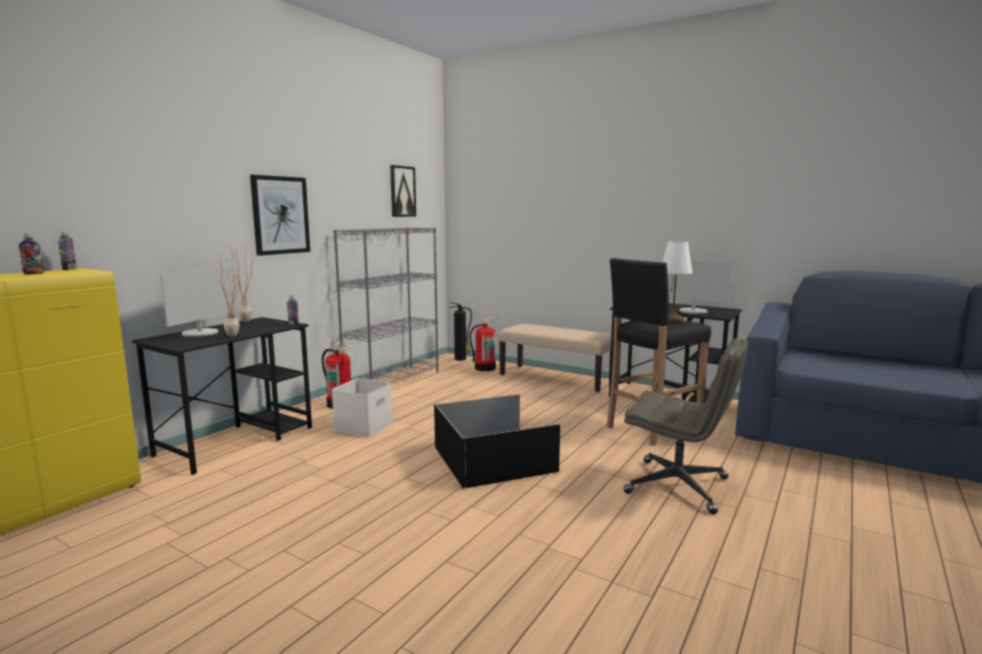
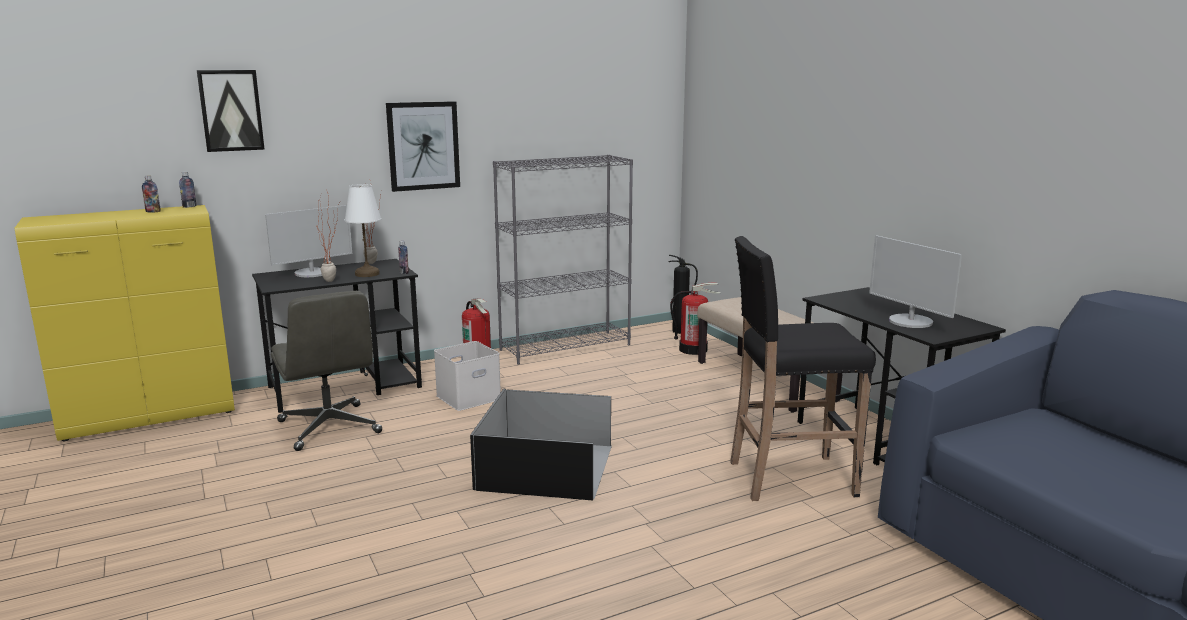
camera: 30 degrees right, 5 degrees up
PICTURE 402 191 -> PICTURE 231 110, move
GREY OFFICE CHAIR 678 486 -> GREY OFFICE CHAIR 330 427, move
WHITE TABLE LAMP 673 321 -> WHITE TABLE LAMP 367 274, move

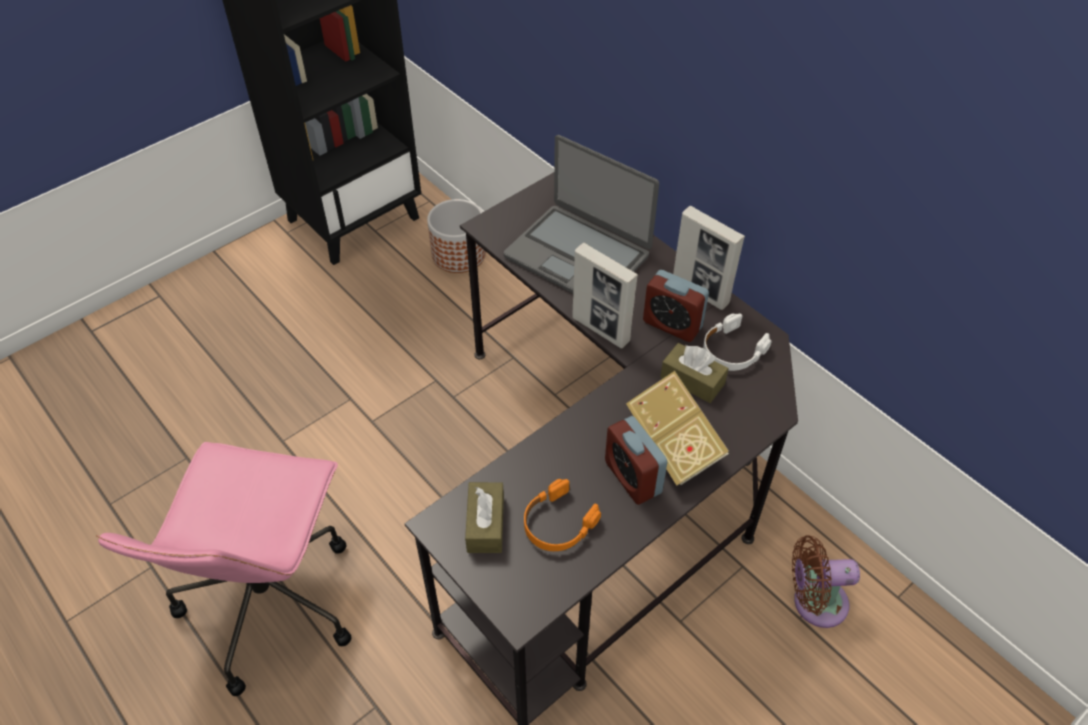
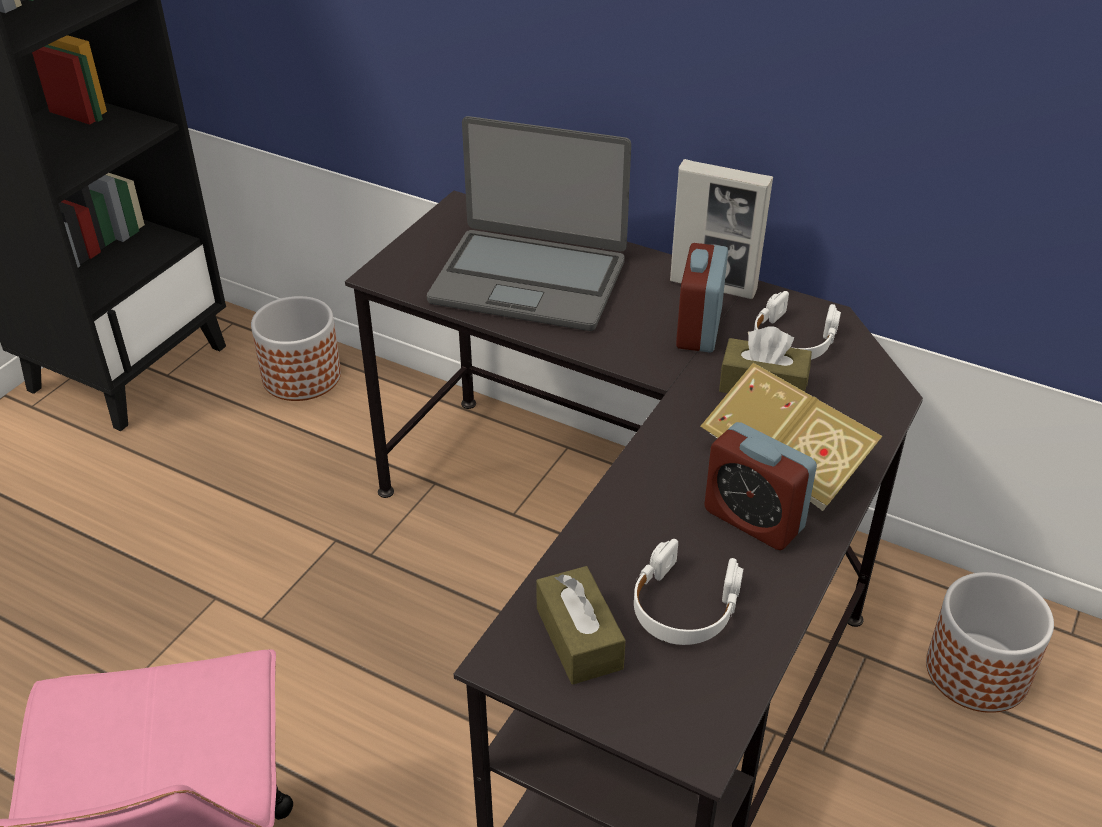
camera: 20 degrees left, 10 degrees down
PICTURE FRAME 601 329 -> none
BROWN FAN 814 602 -> PLANTER 977 672
ORANGE HEADPHONES 558 523 -> WHITE HEADPHONES 683 606
ALARM CLOCK 672 324 -> ALARM CLOCK 699 329, 90 degrees clockwise

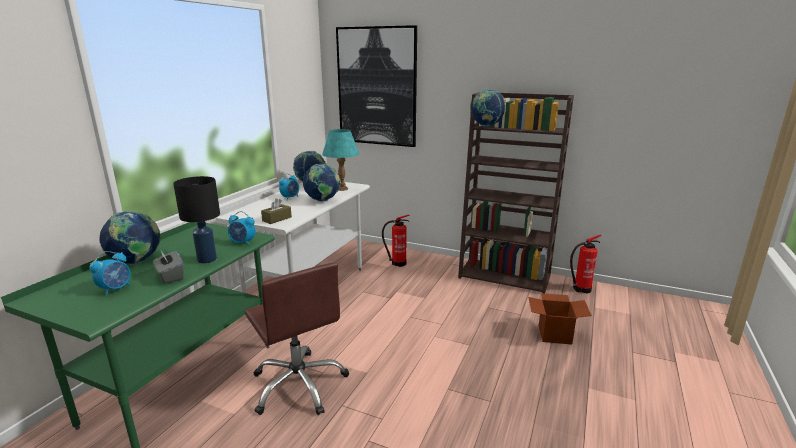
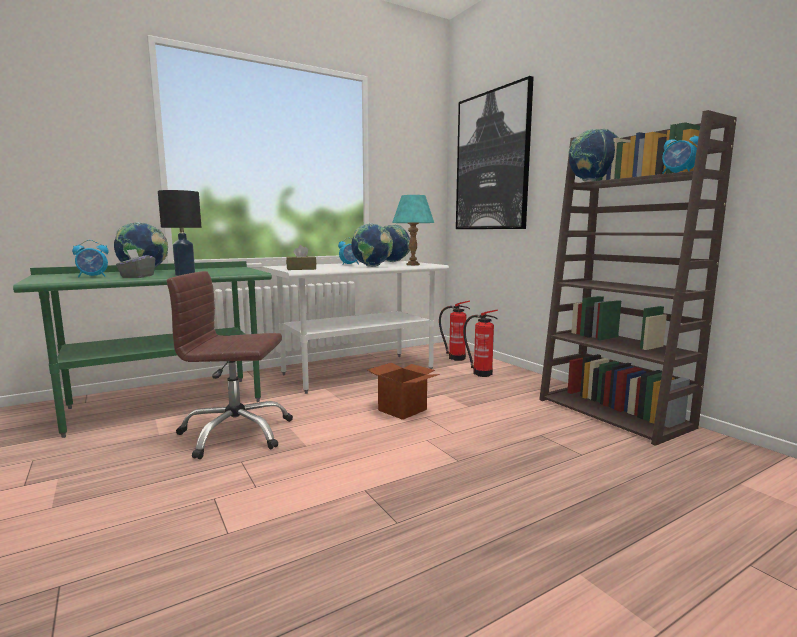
camera: 35 degrees right, 10 degrees down
ALARM CLOCK 243 243 -> ALARM CLOCK 678 173, move
CARDBOARD BOX 555 334 -> CARDBOARD BOX 402 410, move
FIRE EXTINGUISHER 580 289 -> FIRE EXTINGUISHER 455 358, move
BROWN OFFICE CHAIR 299 384 -> BROWN OFFICE CHAIR 236 433, 90 degrees clockwise

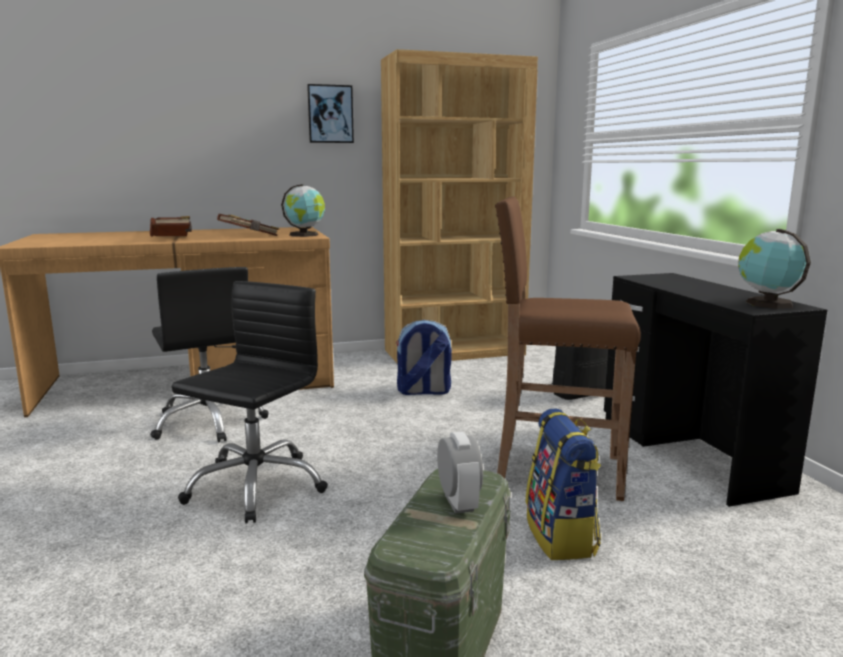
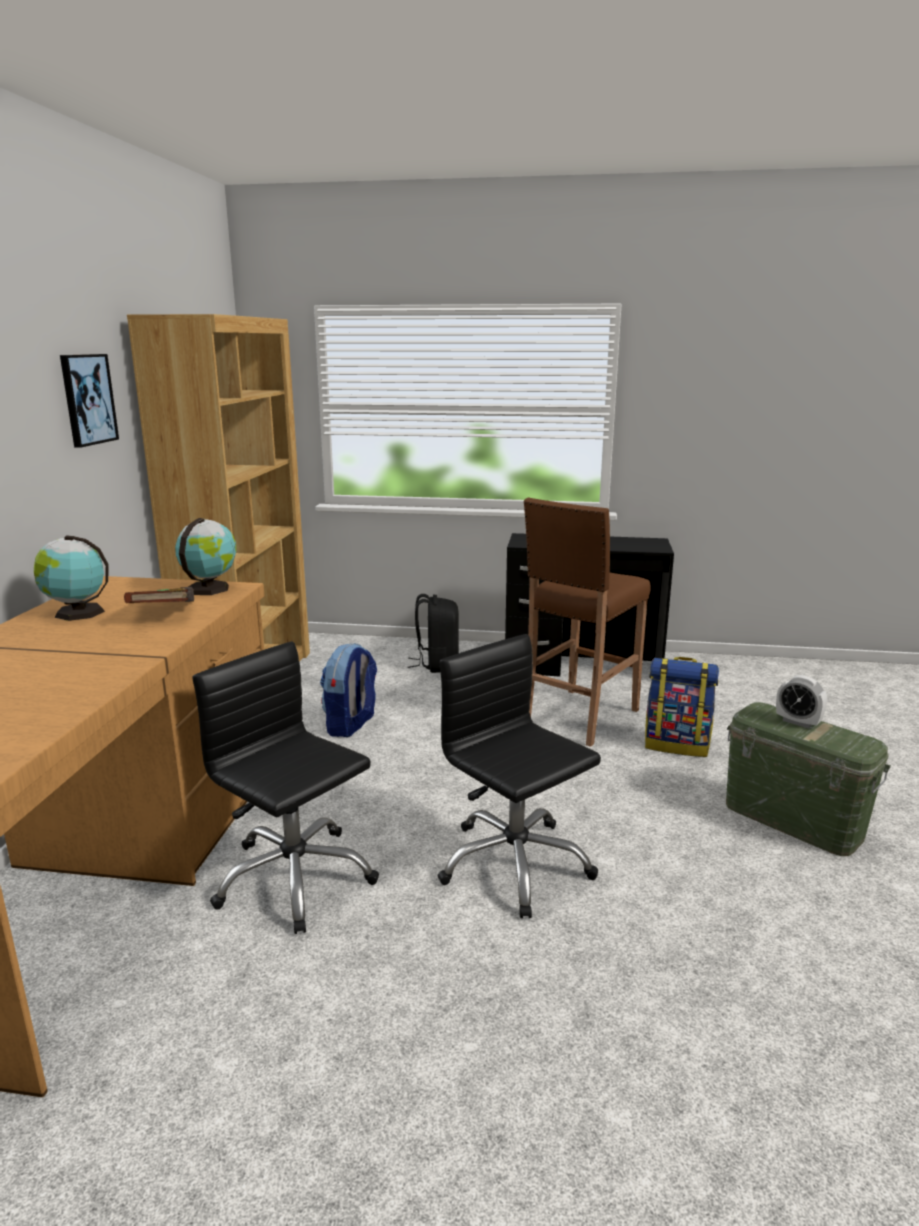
camera: 65 degrees left, 5 degrees up
BROWN BOOK 172 239 -> none
GLOBE 767 303 -> GLOBE 76 613, move
BLACK OFFICE CHAIR 209 421 -> BLACK OFFICE CHAIR 294 878, 135 degrees counterclockwise
ALARM CLOCK 458 502 -> ALARM CLOCK 797 722, 150 degrees counterclockwise

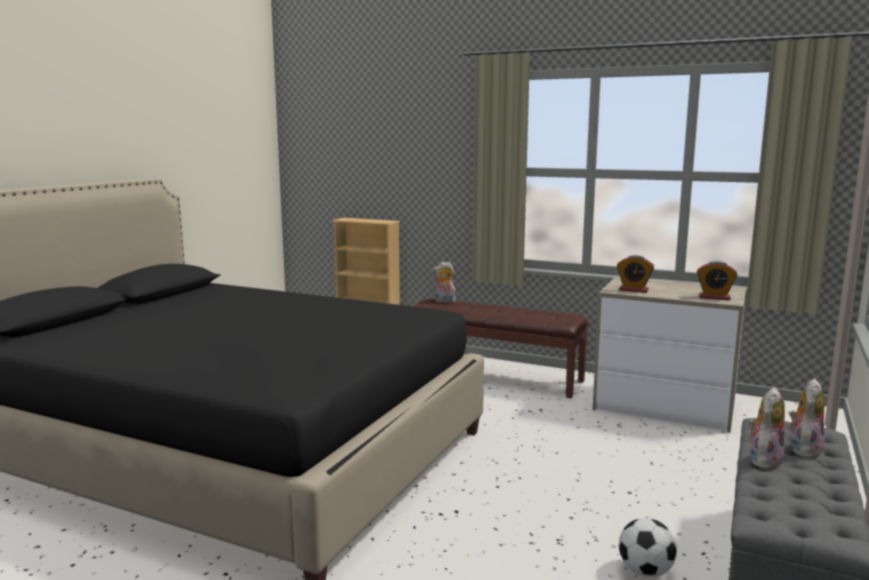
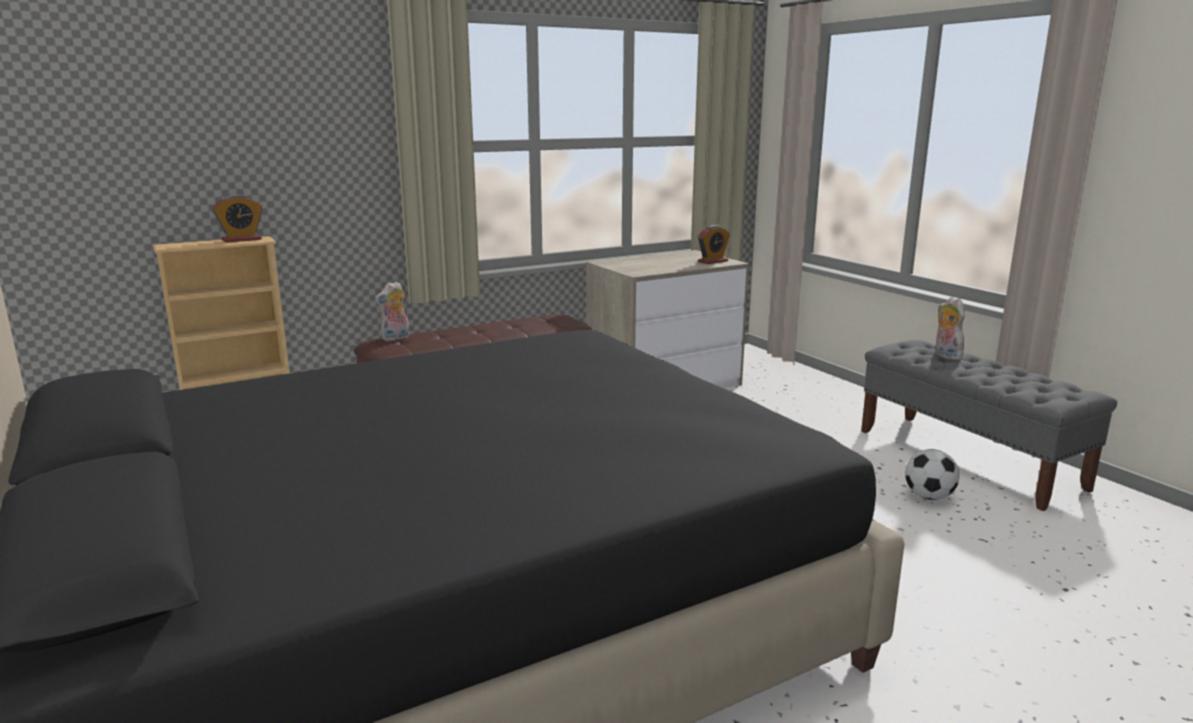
camera: 55 degrees left, 5 degrees up
PLUSH TOY 764 460 -> none
ALARM CLOCK 633 290 -> ALARM CLOCK 241 239, move

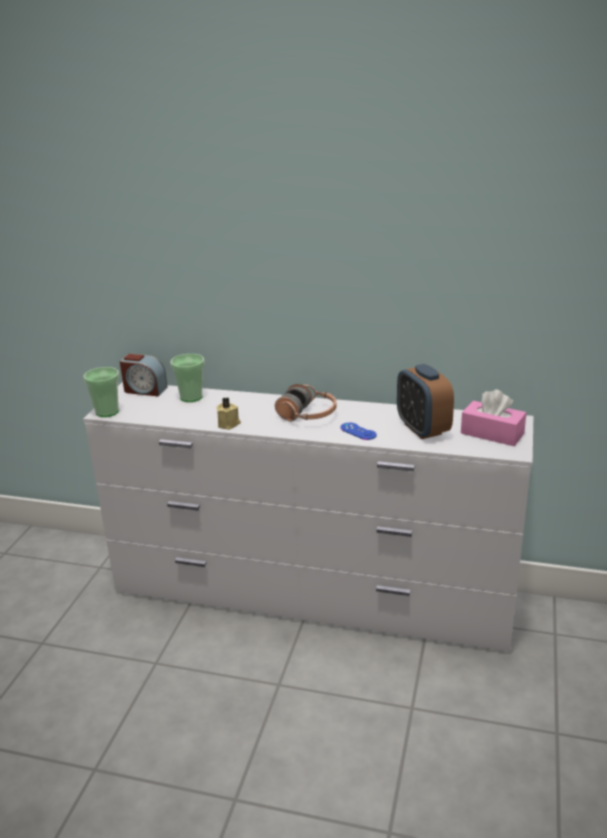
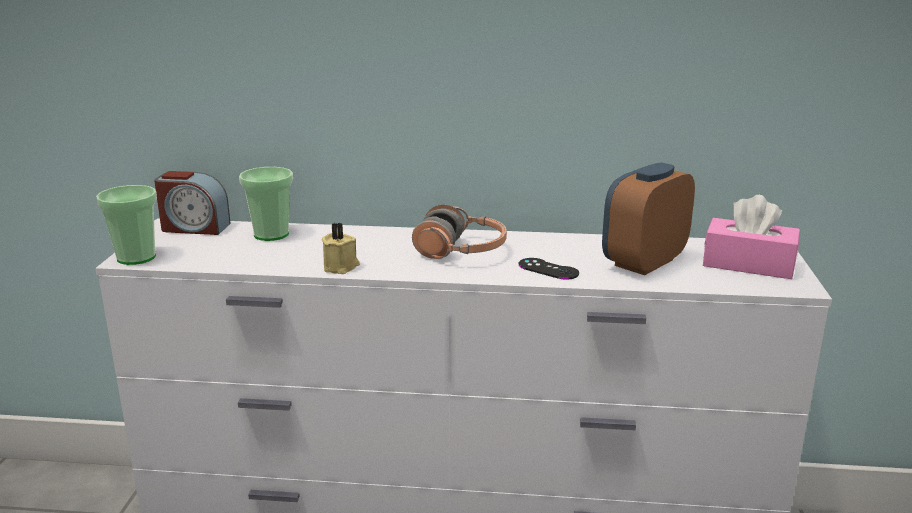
camera: 10 degrees left, 5 degrees down
BLUE GAME CONTROLLER 358 431 -> BLACK GAME CONTROLLER 548 269
ALARM CLOCK 422 429 -> ALARM CLOCK 644 262, 75 degrees clockwise

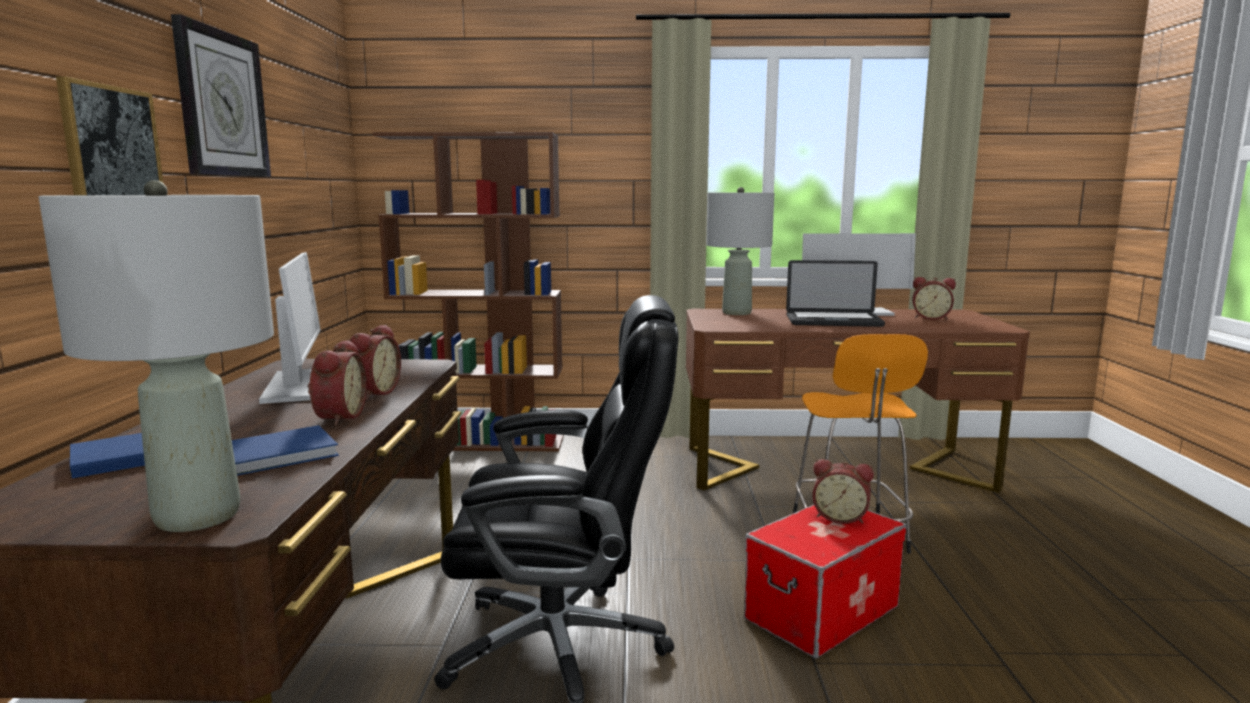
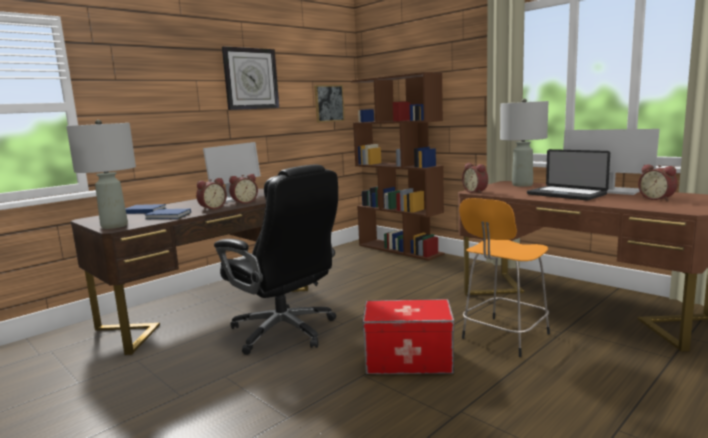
camera: 45 degrees right, 0 degrees up
PICTURE 112 150 -> PICTURE 329 103, move
ALARM CLOCK 840 517 -> ALARM CLOCK 476 191, move

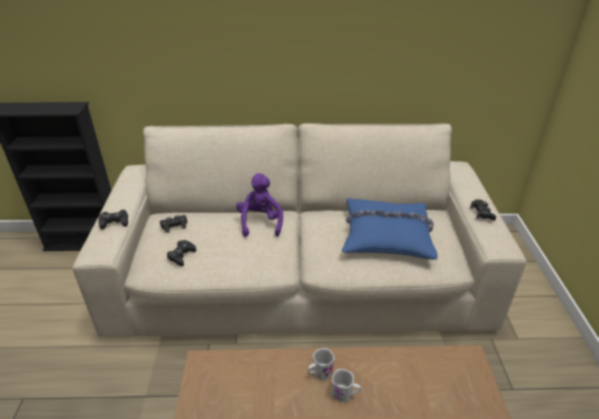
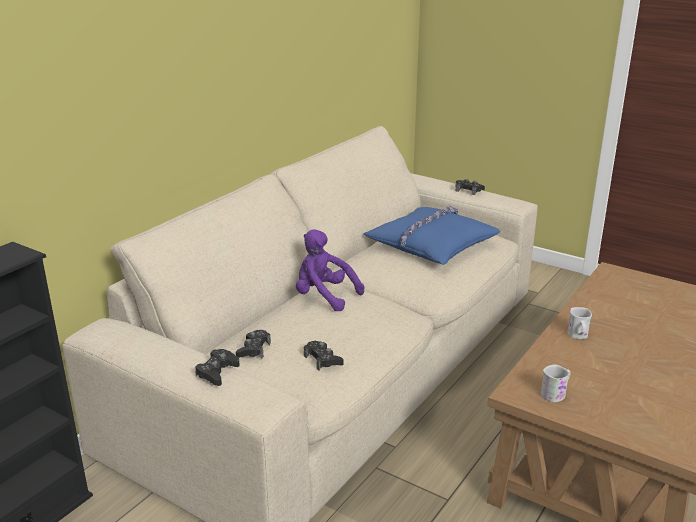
camera: 55 degrees left, 10 degrees down
WHITE MUG 345 394 -> WHITE MUG 556 394, move

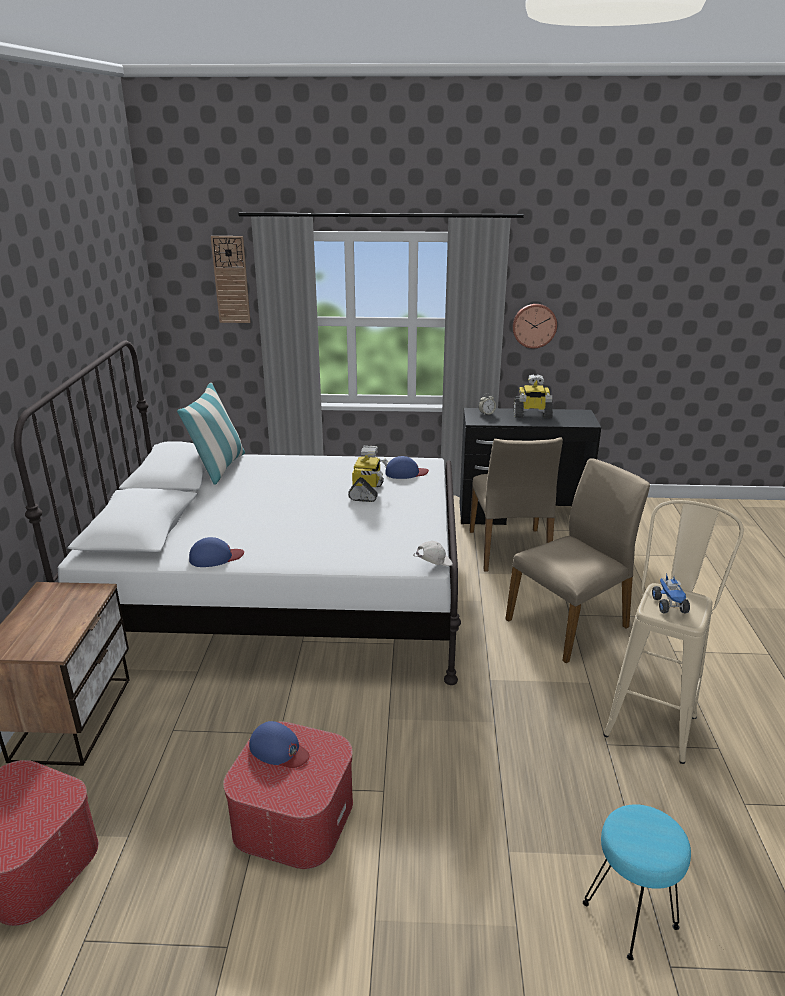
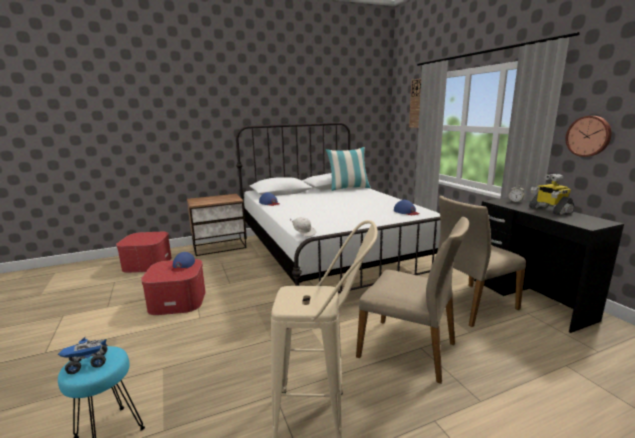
camera: 65 degrees right, 10 degrees down
TOY ROBOT 367 492 -> none
TOY TRUCK 670 605 -> TOY TRUCK 87 364, move

